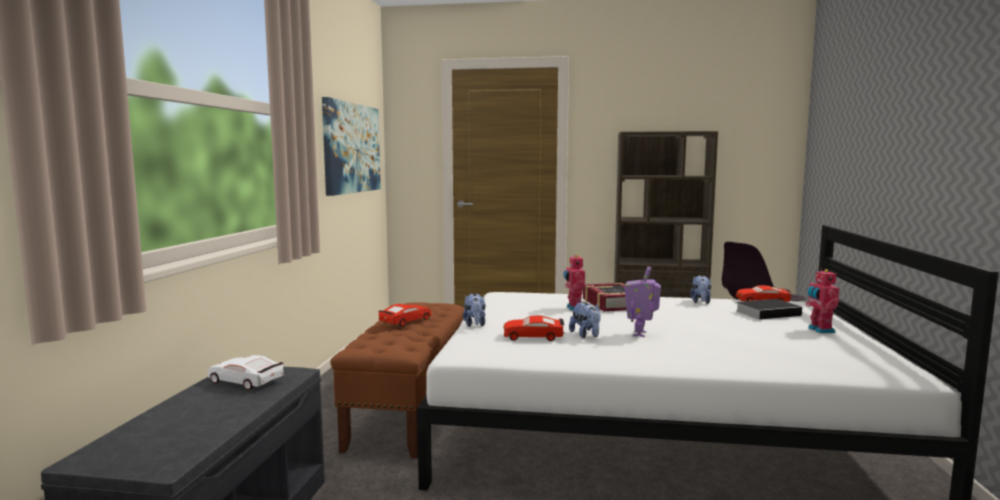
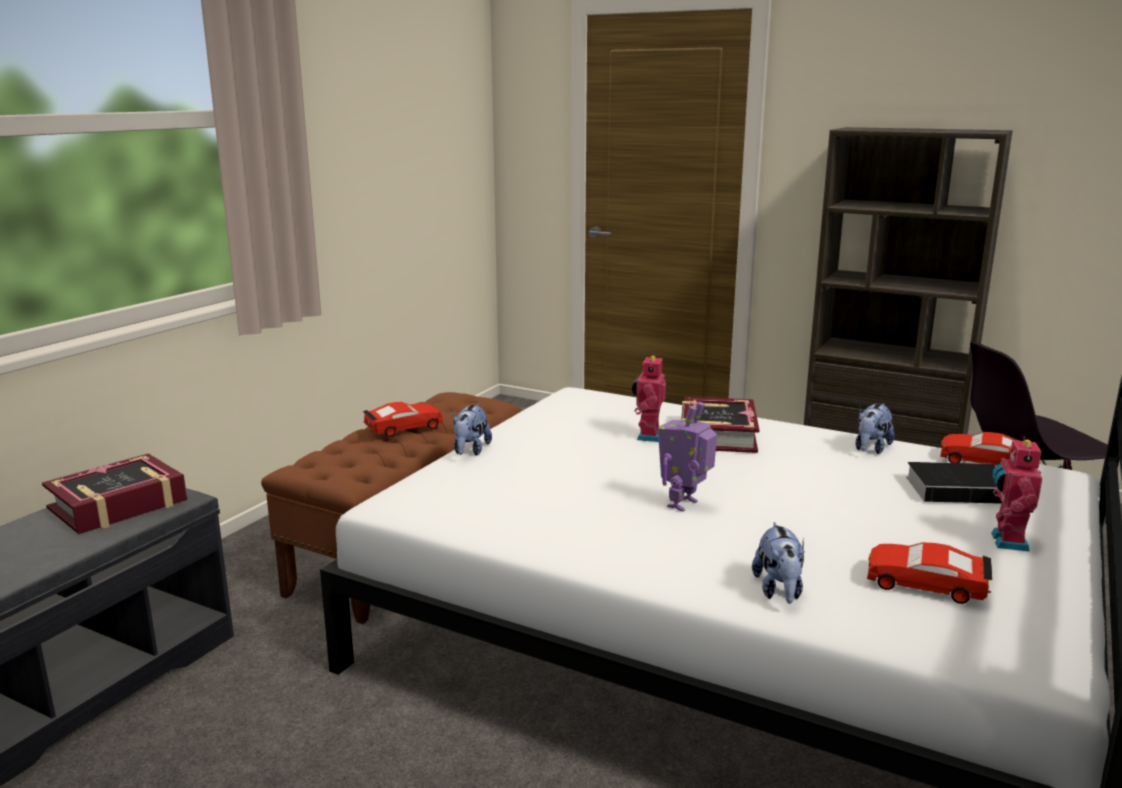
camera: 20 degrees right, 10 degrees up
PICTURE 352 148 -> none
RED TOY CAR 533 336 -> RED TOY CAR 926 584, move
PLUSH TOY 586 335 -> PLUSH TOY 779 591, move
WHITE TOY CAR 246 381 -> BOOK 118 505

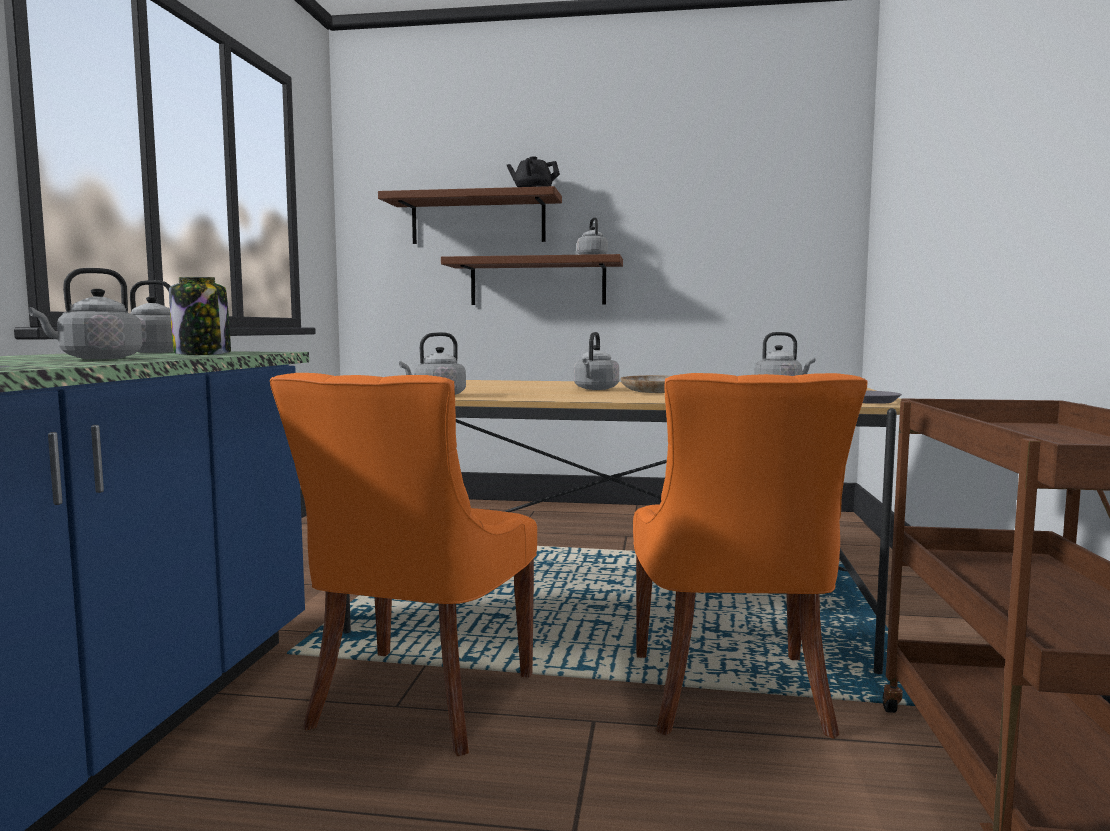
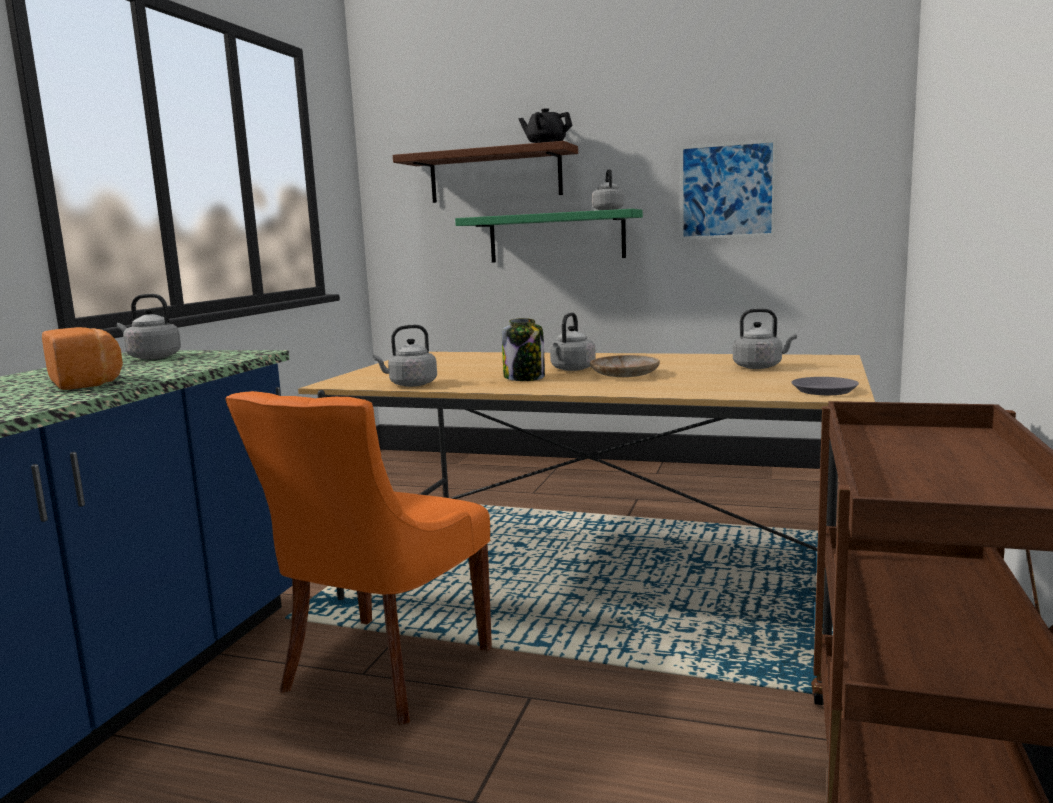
camera: 10 degrees right, 5 degrees up
ORANGE CHAIR 731 695 -> none
none -> PICTURE 727 190
JAR 203 354 -> JAR 525 378, move
GREY KETTLE 96 358 -> BREAD 88 382
BROWN SHELF 537 282 -> GREEN SHELF 556 237

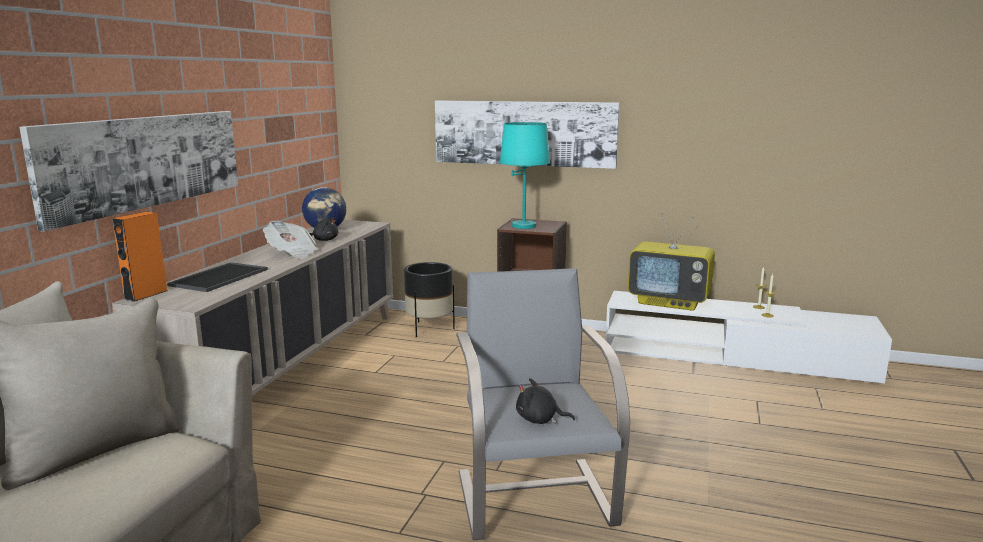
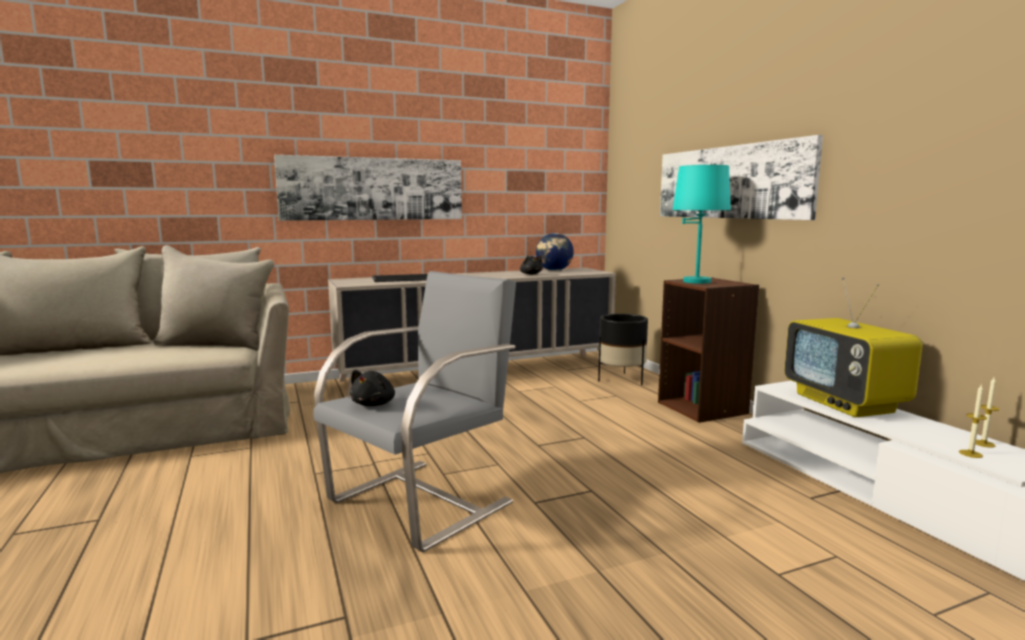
camera: 50 degrees right, 5 degrees down
ORANGE SPEAKER 146 295 -> none
NEWSPAPER 292 253 -> none
BLACK PLUSH TOY 539 420 -> BLACK PLUSH TOY 374 404, 135 degrees counterclockwise

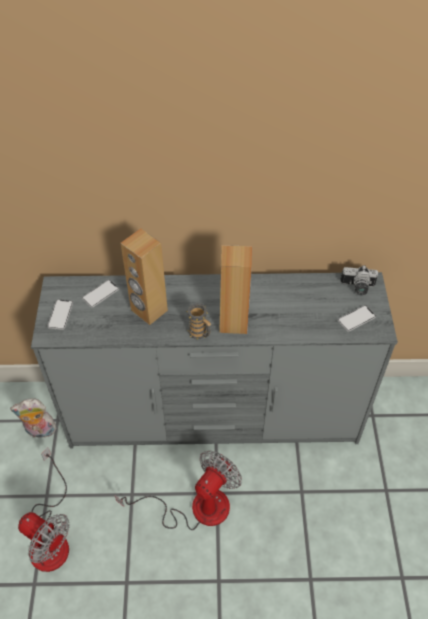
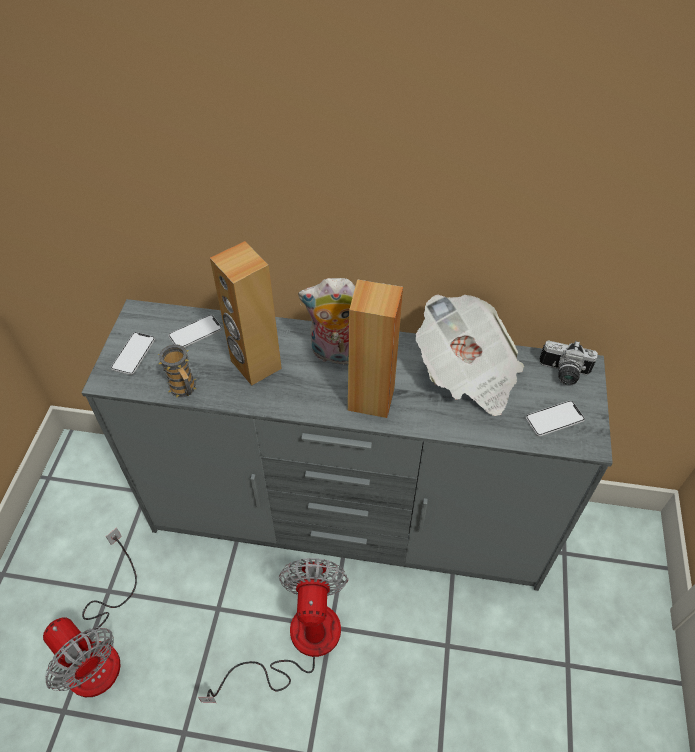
camera: 10 degrees right, 0 degrees up
none -> NEWSPAPER 467 373
PLUSH TOY 40 431 -> PLUSH TOY 335 354, move
MUG 200 334 -> MUG 184 390, move
FAN 196 507 -> FAN 298 643, 45 degrees counterclockwise

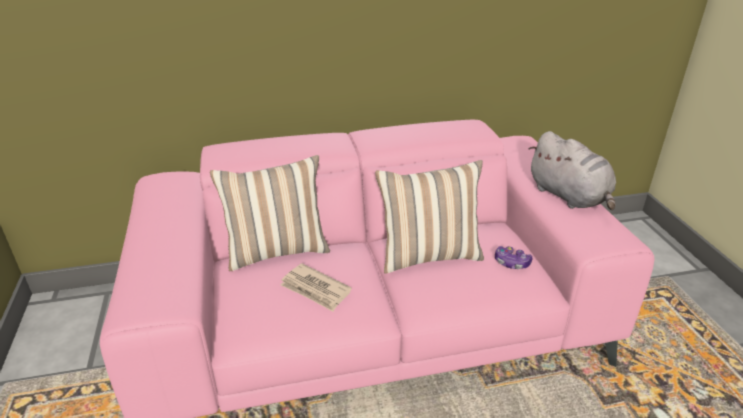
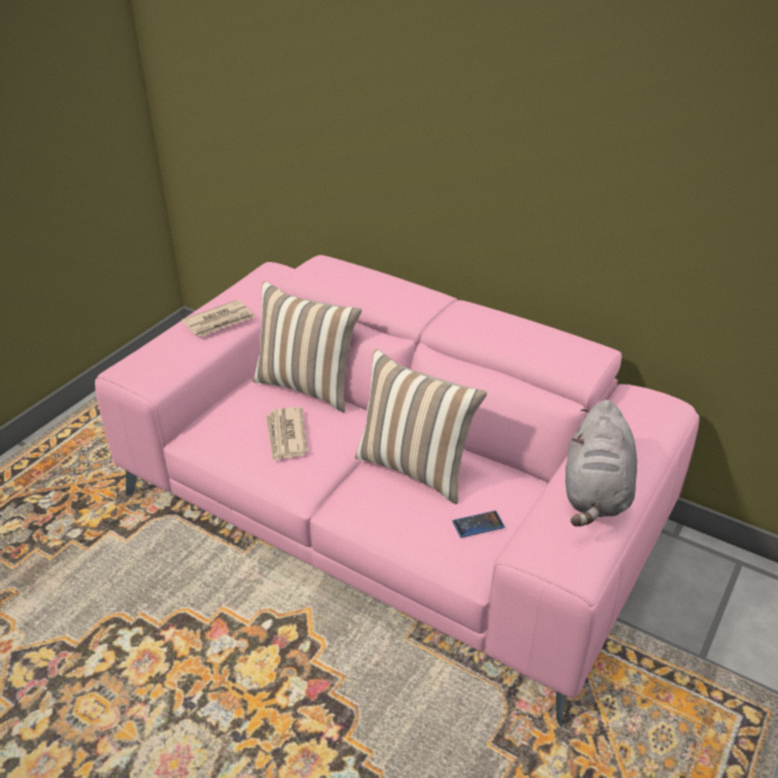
camera: 45 degrees right, 5 degrees up
none -> NEWSPAPER 220 321
GAME CONTROLLER 511 263 -> PHONE 478 524

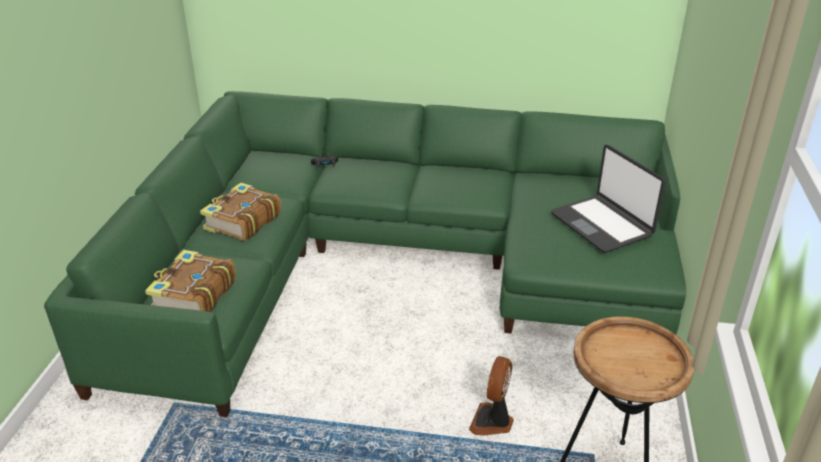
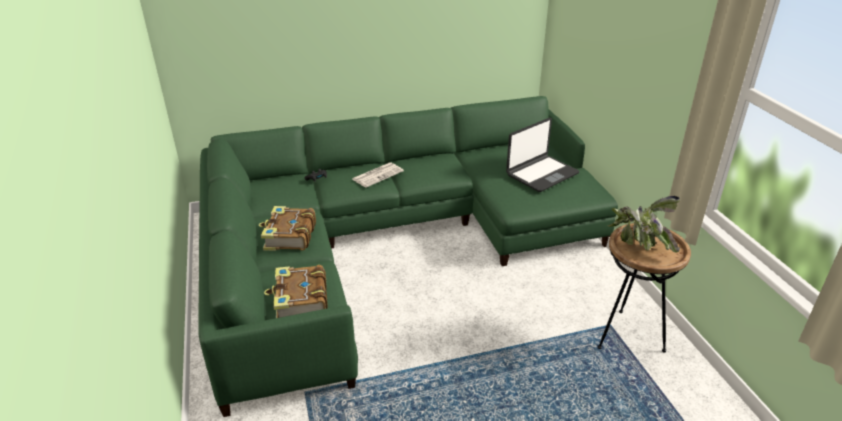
camera: 25 degrees left, 0 degrees up
FAN 493 421 -> none
none -> NEWSPAPER 378 175
none -> POTTED PLANT 638 246
LAPTOP 602 224 -> LAPTOP 541 174, 75 degrees counterclockwise

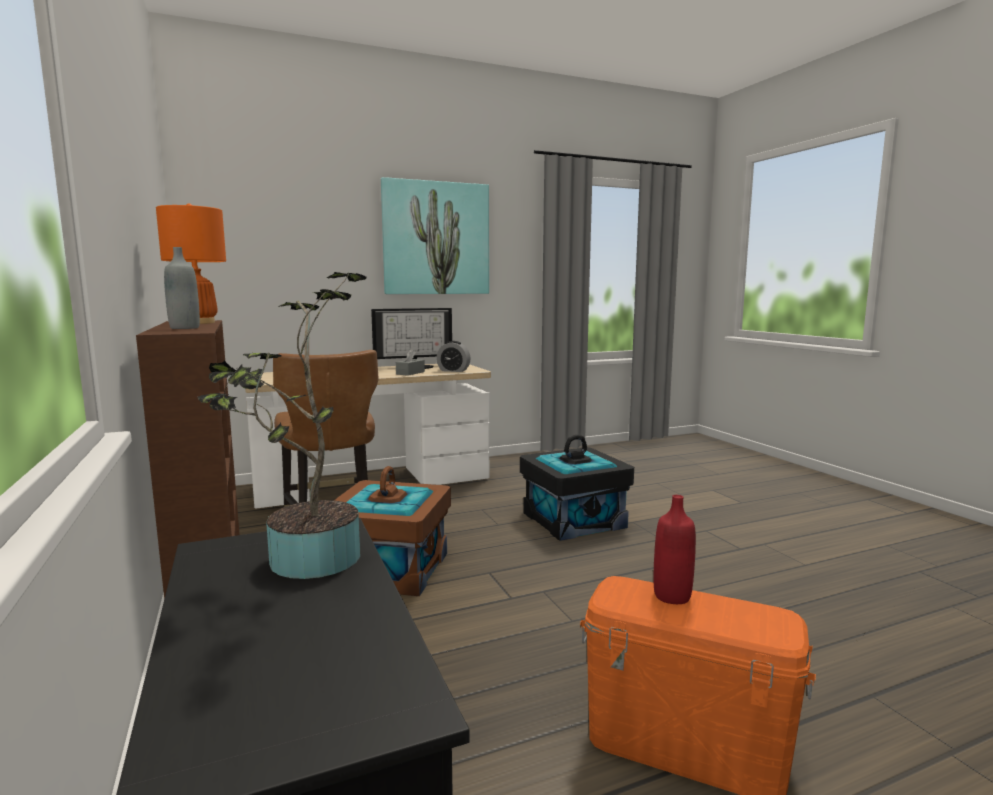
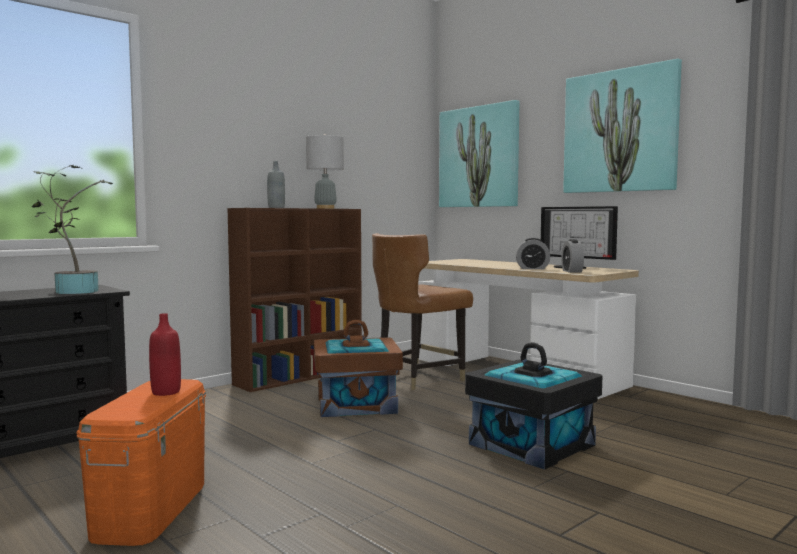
camera: 70 degrees right, 5 degrees down
none -> PICTURE 479 157
GREY TISSUE BOX 410 373 -> ALARM CLOCK 532 268
ORANGE TABLE LAMP 200 323 -> GREY TABLE LAMP 325 208

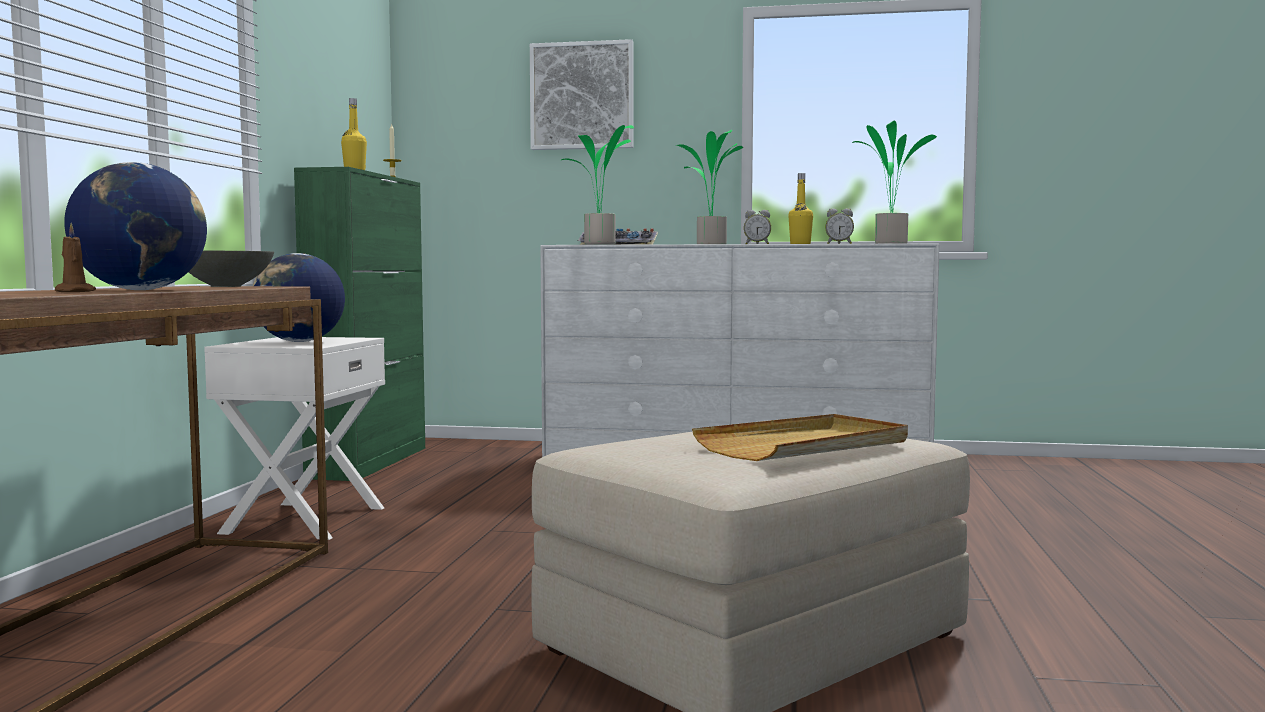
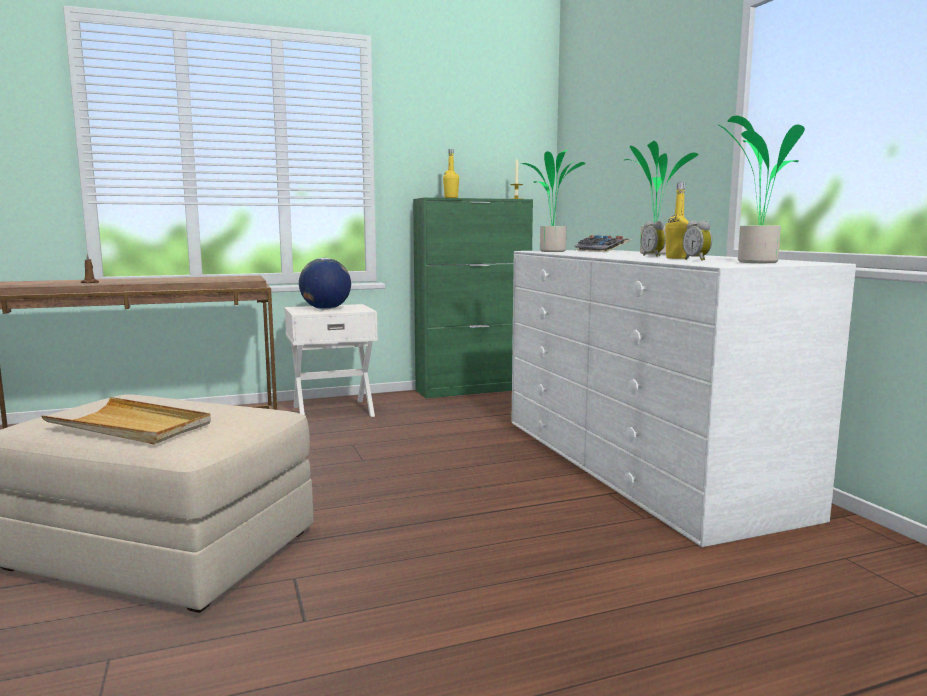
camera: 60 degrees right, 5 degrees up
GLOBE 141 290 -> none
GREY BOWL 227 286 -> none
PICTURE 582 96 -> none

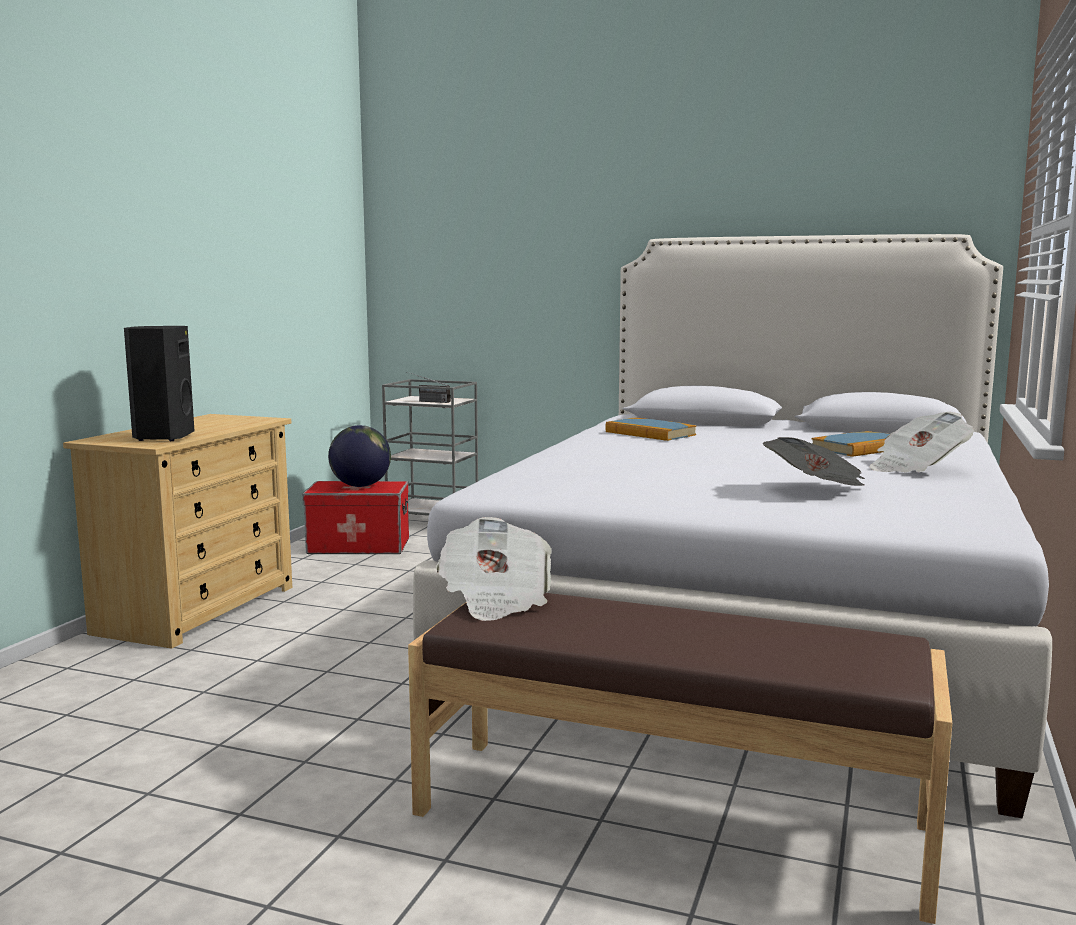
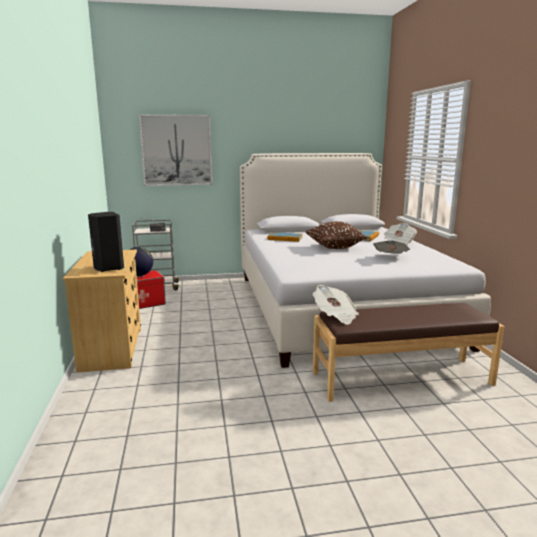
camera: 30 degrees left, 5 degrees up
none -> PICTURE 176 150
none -> BROWN PILLOW 334 247

